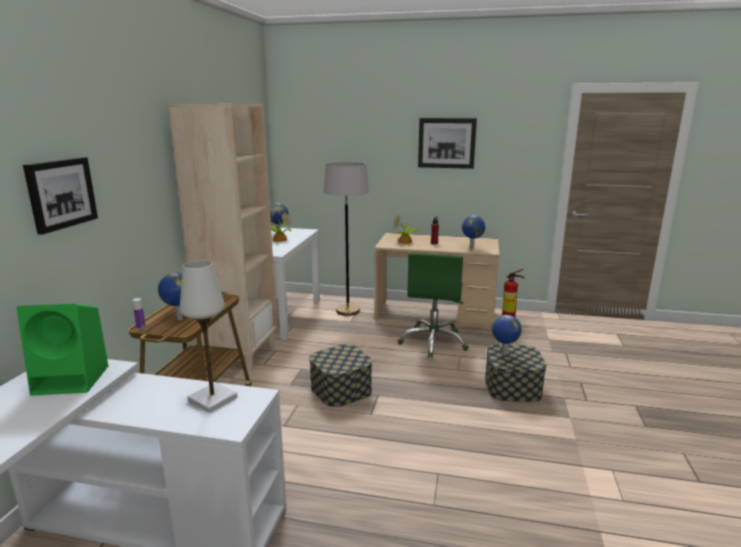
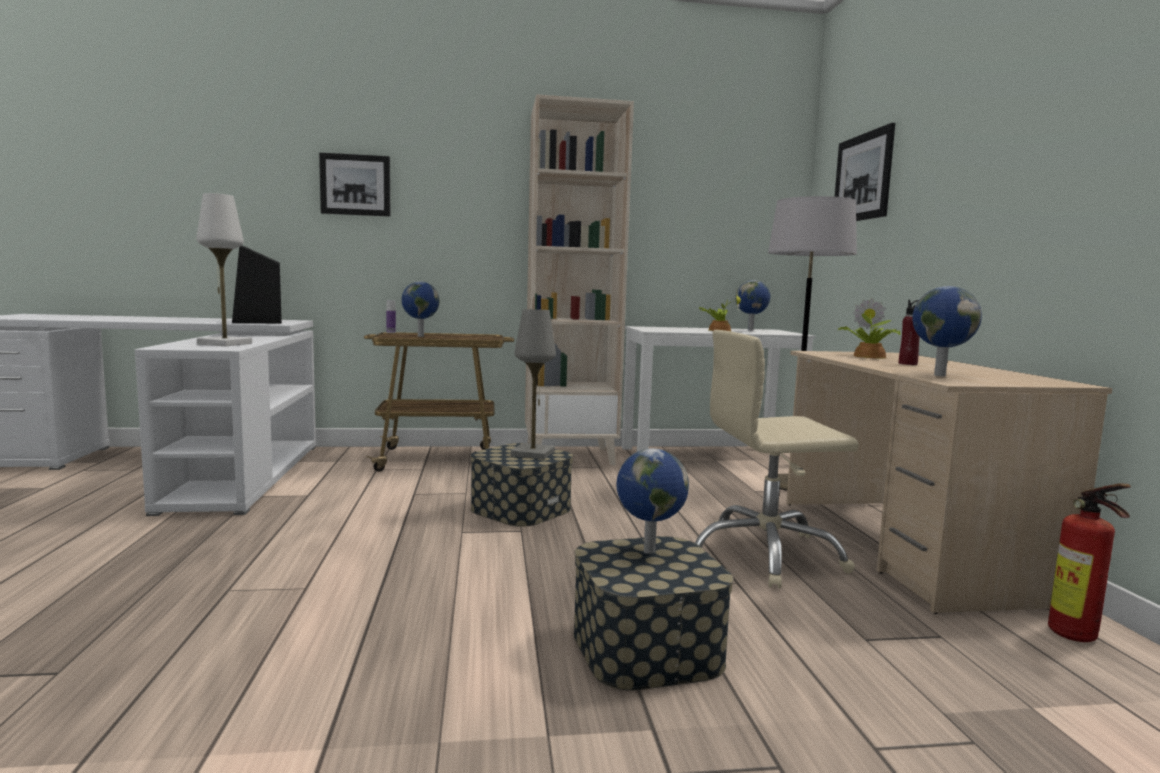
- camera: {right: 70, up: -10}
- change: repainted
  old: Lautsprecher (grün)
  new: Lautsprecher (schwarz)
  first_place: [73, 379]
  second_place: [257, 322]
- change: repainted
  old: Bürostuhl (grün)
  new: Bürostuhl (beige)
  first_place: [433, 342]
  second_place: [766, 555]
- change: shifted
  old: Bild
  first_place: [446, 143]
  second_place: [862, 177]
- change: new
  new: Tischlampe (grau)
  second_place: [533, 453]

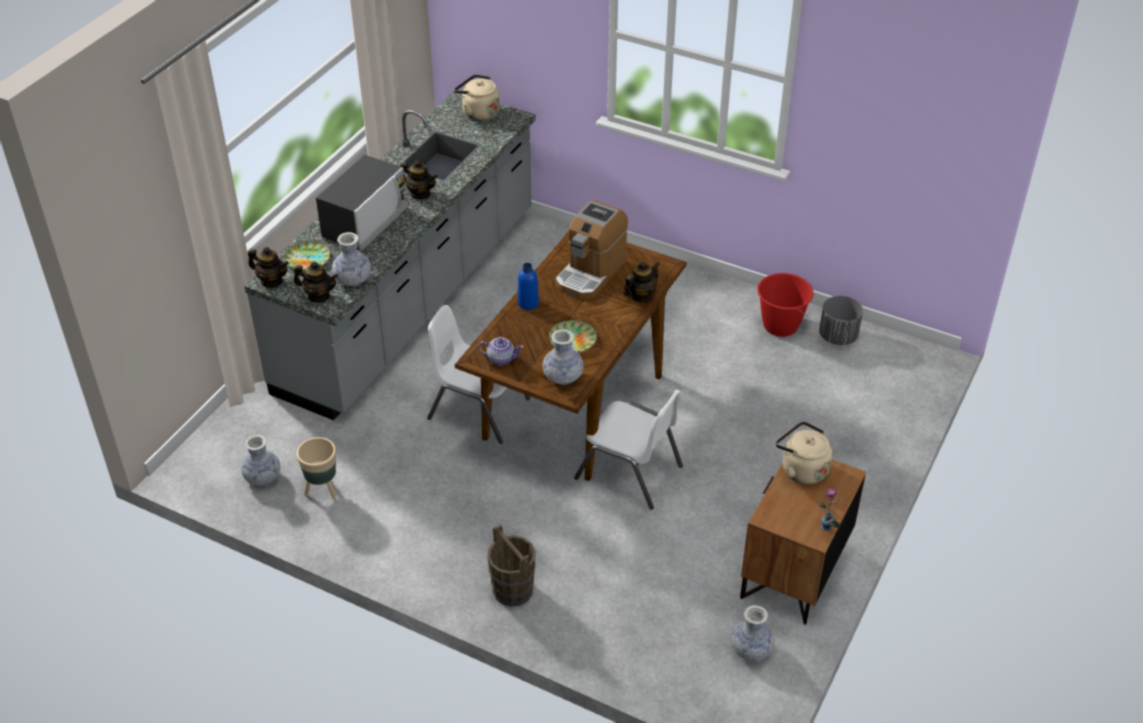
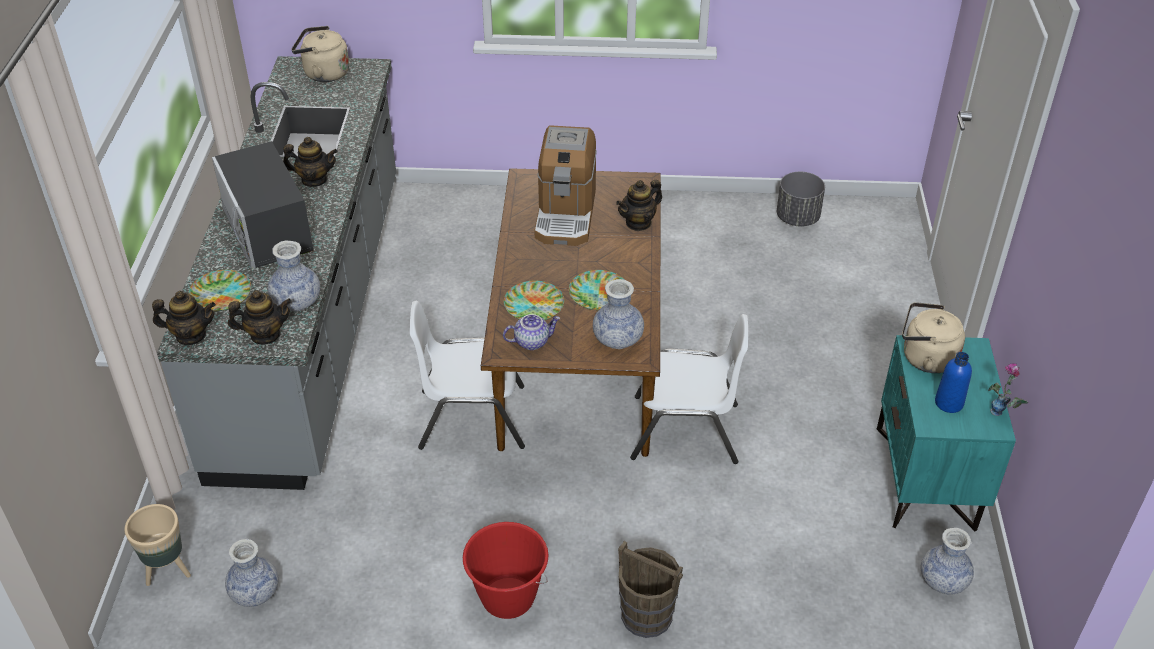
- camera: {right: -25, up: 0}
- change: shifted
  old: Pflanzkübel (beige)
  first_place: [322, 490]
  second_place: [167, 571]
- change: rotated
  old: Mikrowelle
  first_place: [365, 223]
  second_place: [268, 231]
  degrees: 150
- change: shifted
  old: Flasche (blau)
  first_place: [528, 303]
  second_place: [949, 403]
- change: rotated
  old: Teekanne
  first_place: [641, 295]
  second_place: [638, 222]
  degrees: -150
- change: repainted
  old: Nachttisch (braun)
  new: Nachttisch (türkis)
  first_place: [794, 572]
  second_place: [927, 478]
- change: shifted
  old: Eimer (rot)
  first_place: [780, 325]
  second_place: [507, 598]
- change: new
  new: Teller
  second_place: [534, 305]

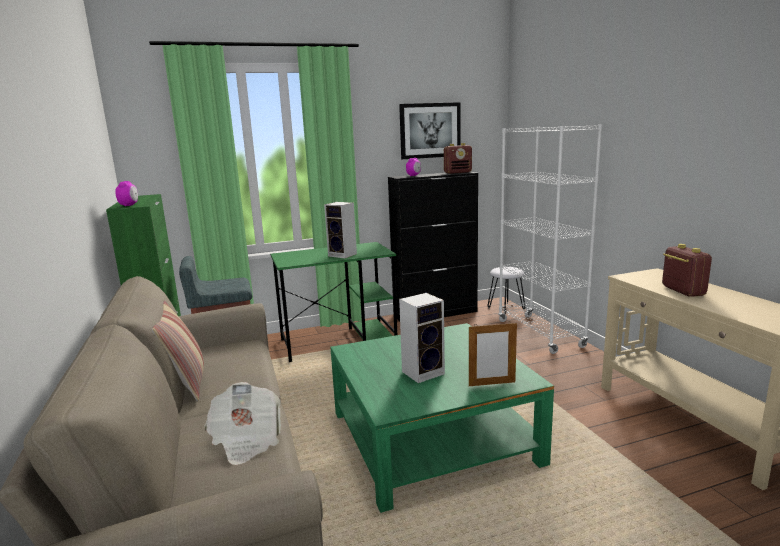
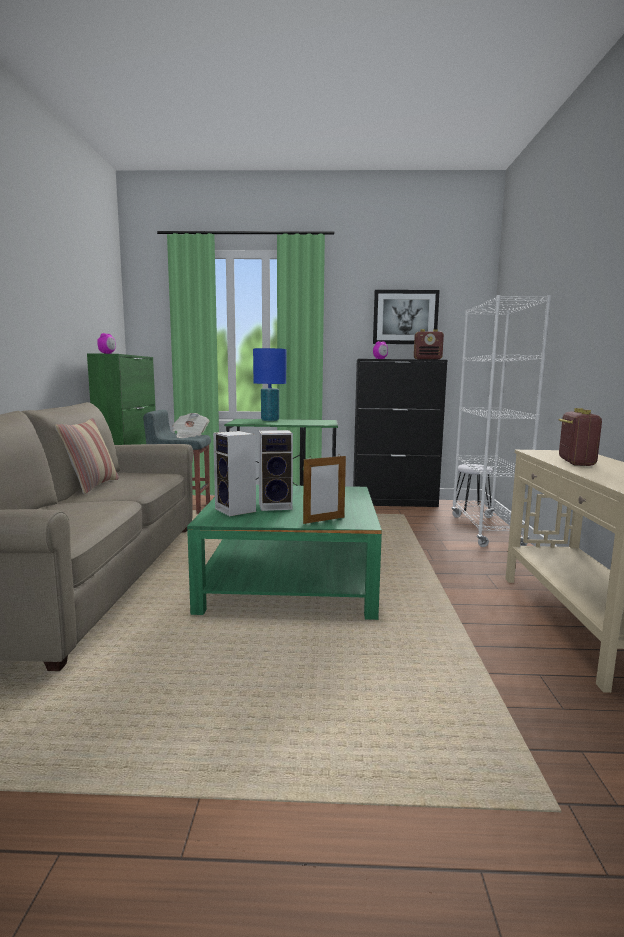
- camera: {right: 20, up: -5}
- change: shifted
  old: Zeitung
  first_place: [246, 440]
  second_place: [190, 436]
- change: shifted
  old: Lautsprecher
  first_place: [343, 255]
  second_place: [237, 510]
- change: rotated
  old: Bilderrahmen
  first_place: [492, 384]
  second_place: [324, 520]
  degrees: -45
- change: new
  new: Tischlampe (blau)
  second_place: [270, 420]

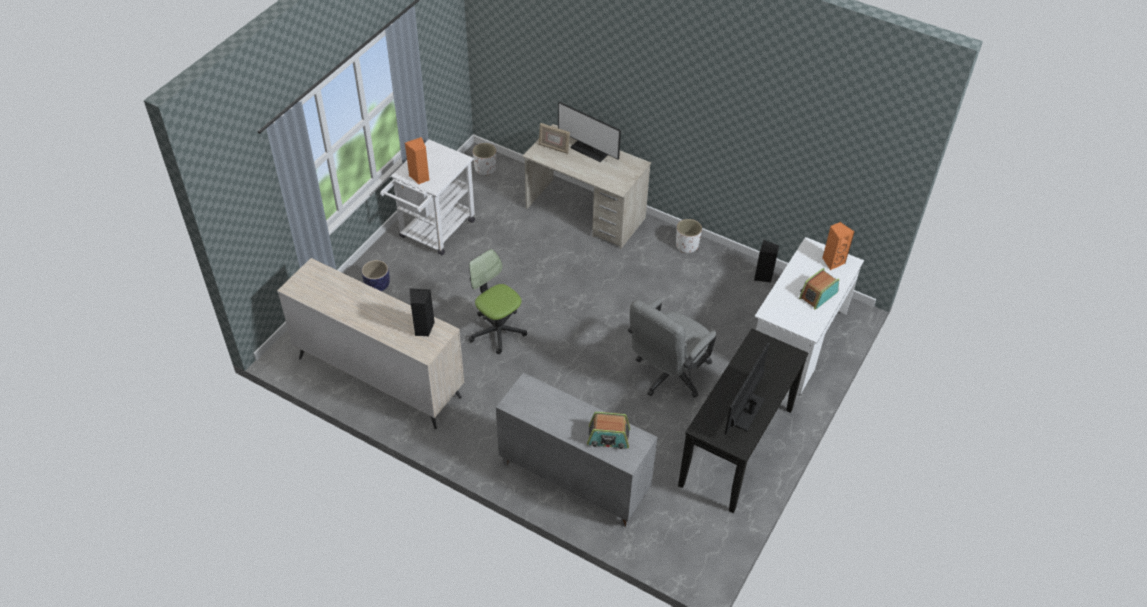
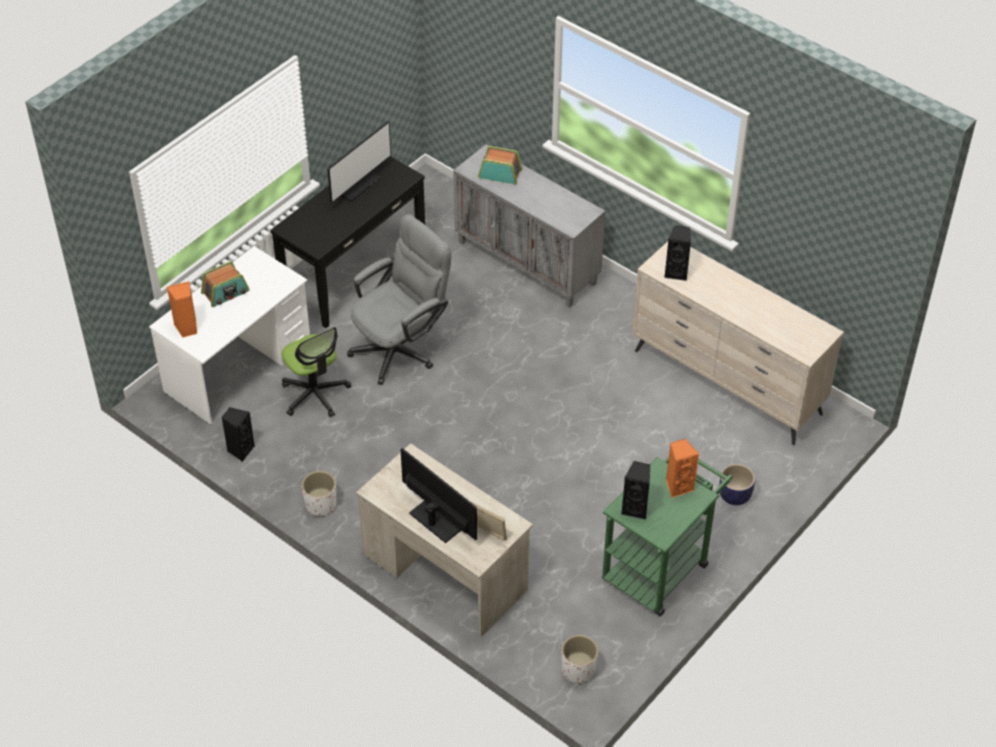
- camera: {right: -170, up: 0}
- change: repainted
  old: Rollwagen (weiß)
  new: Rollwagen (grün)
  first_place: [433, 233]
  second_place: [660, 565]
- change: shifted
  old: Bürostuhl
  first_place: [497, 330]
  second_place: [315, 394]
- change: new
  new: Lautsprecher (schwarz)
  second_place: [636, 508]

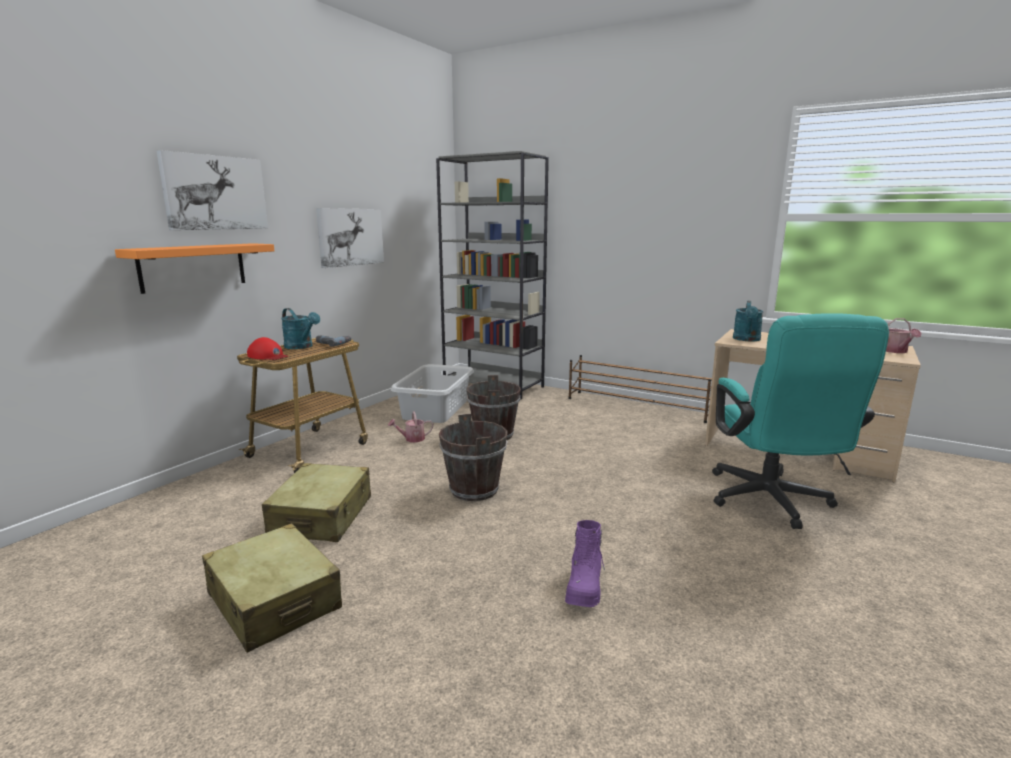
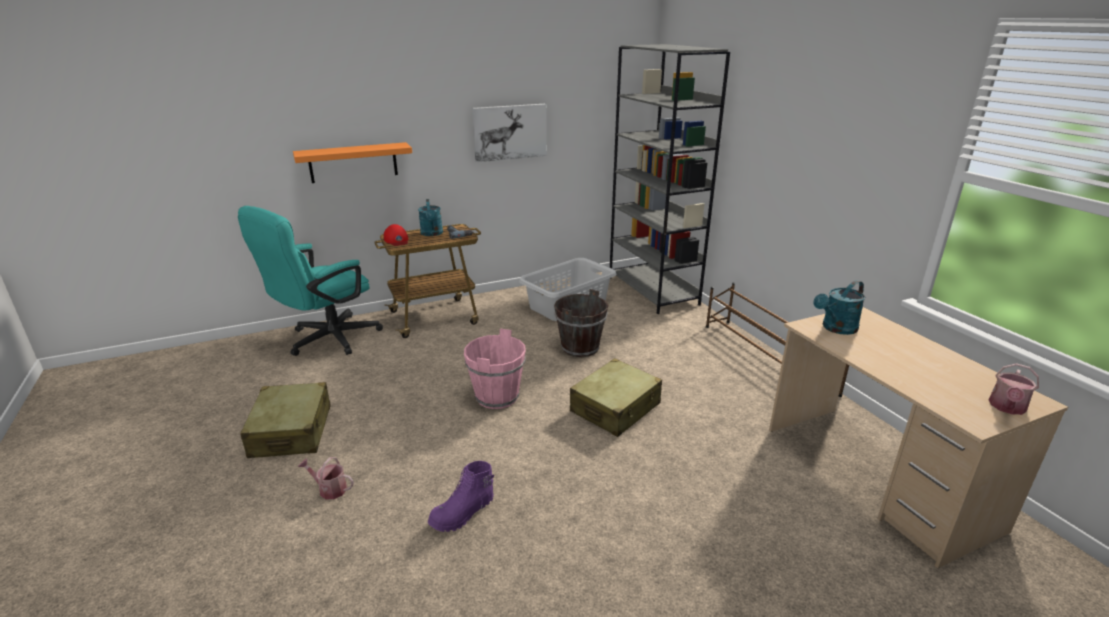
- camera: {right: 35, up: 10}
- change: gone
  old: Bild
  first_place: [215, 193]
- change: shifted
  old: Koffer (beige)
  first_place: [322, 516]
  second_place: [615, 408]
- change: shifted
  old: Gießkanne
  first_place: [412, 439]
  second_place: [329, 489]
- change: repainted
  old: Eimer (braun)
  new: Eimer (rosa)
  first_place: [473, 490]
  second_place: [496, 396]
- change: shifted
  old: Bürostuhl (türkis)
  first_place: [772, 503]
  second_place: [326, 340]

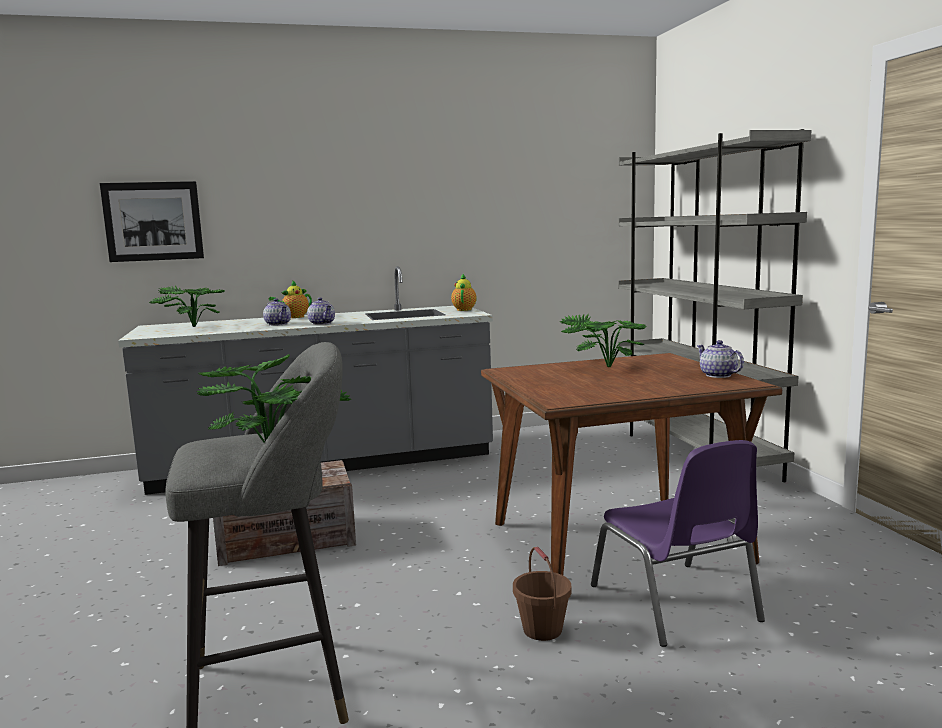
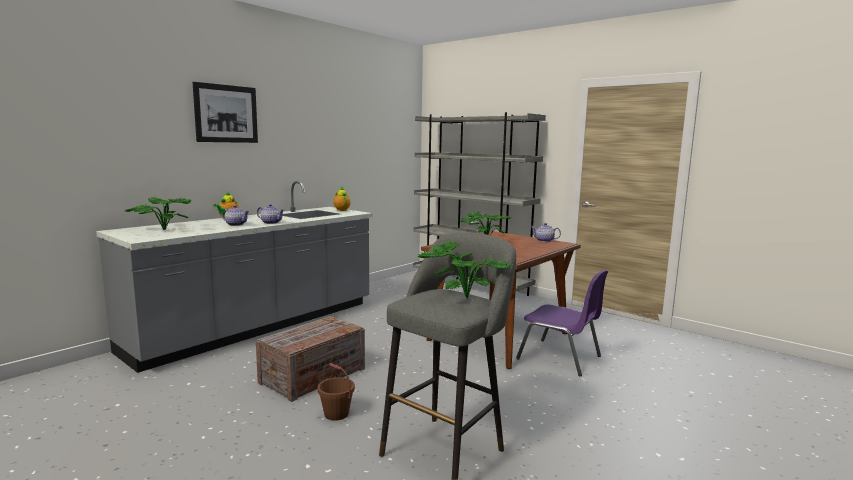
- camera: {right: -35, up: 0}
- change: shifted
  old: Bild
  first_place: [153, 221]
  second_place: [226, 114]
- change: shifted
  old: Eimer (braun)
  first_place: [542, 629]
  second_place: [336, 414]

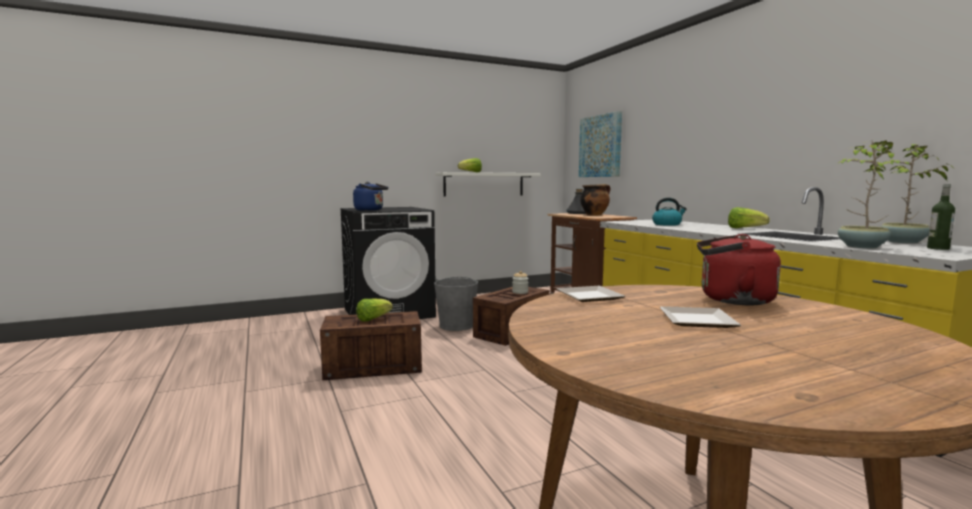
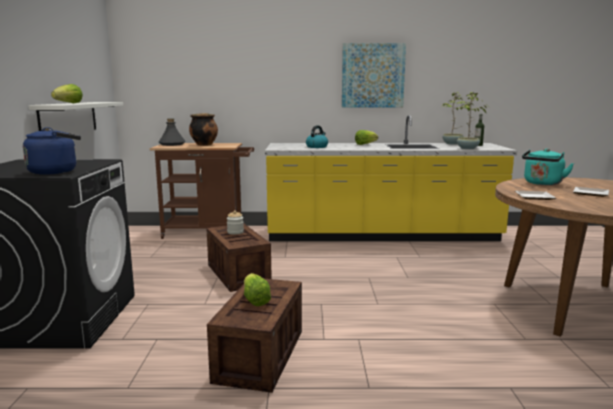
- camera: {right: -65, up: 5}
- change: gone
  old: Eimer (grau)
  first_place: [456, 325]
- change: shifted
  old: Bild
  first_place: [600, 146]
  second_place: [373, 75]
- change: repainted
  old: Wasserkessel (rot)
  new: Wasserkessel (türkis)
  first_place: [731, 300]
  second_place: [542, 183]

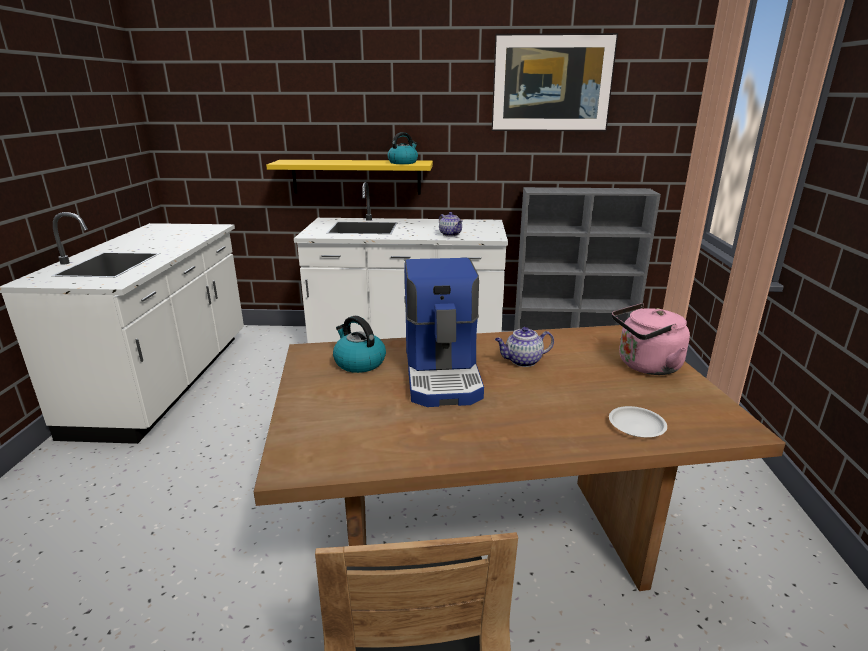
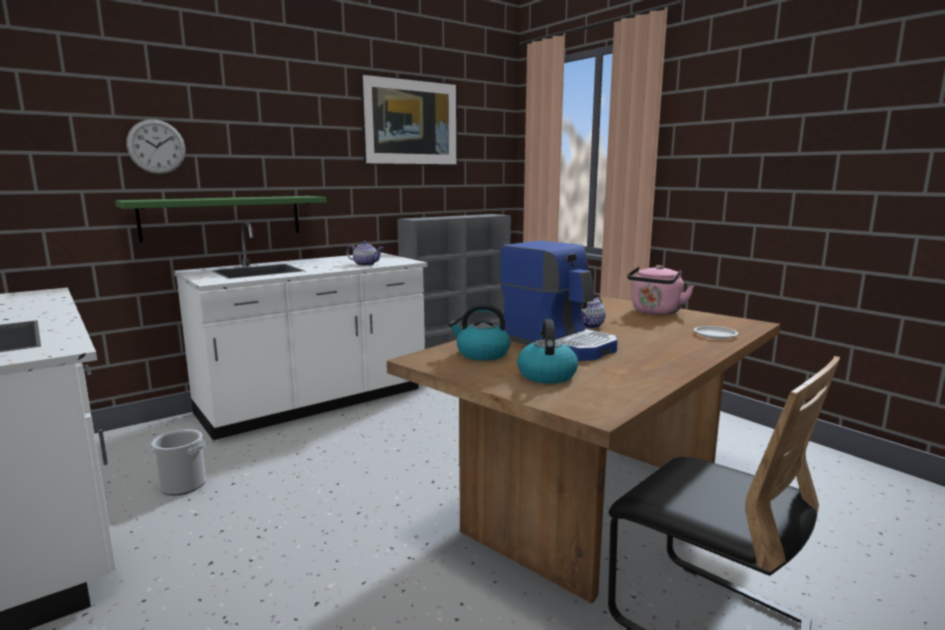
- camera: {right: -40, up: -10}
- change: repainted
  old: Wandregal (gelb)
  new: Wandregal (grün)
  first_place: [356, 177]
  second_place: [222, 217]
- change: shifted
  old: Wasserkessel
  first_place: [403, 162]
  second_place: [546, 375]
- change: new
  new: Wanduhr
  second_place: [156, 146]
- change: new
  new: Eimer
  second_place: [183, 485]

